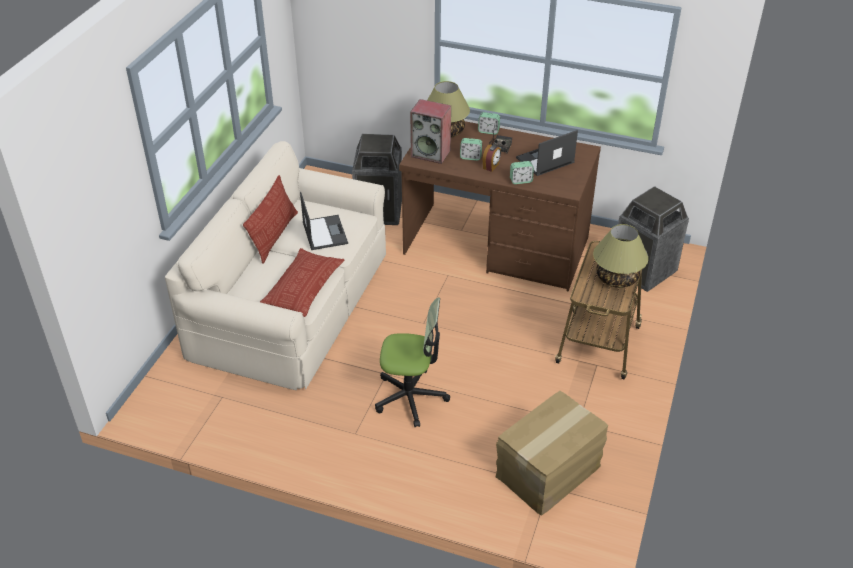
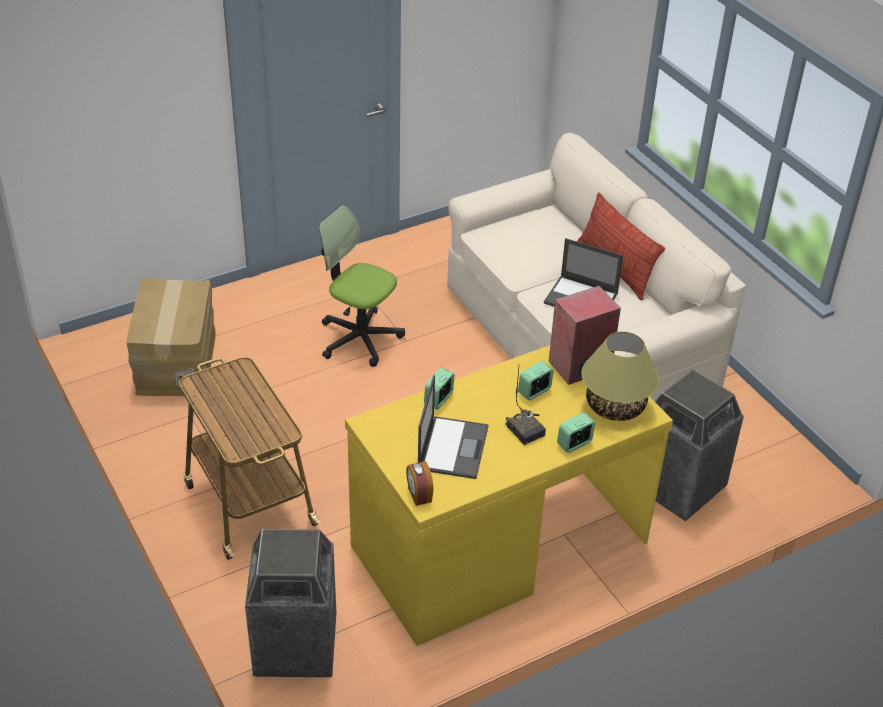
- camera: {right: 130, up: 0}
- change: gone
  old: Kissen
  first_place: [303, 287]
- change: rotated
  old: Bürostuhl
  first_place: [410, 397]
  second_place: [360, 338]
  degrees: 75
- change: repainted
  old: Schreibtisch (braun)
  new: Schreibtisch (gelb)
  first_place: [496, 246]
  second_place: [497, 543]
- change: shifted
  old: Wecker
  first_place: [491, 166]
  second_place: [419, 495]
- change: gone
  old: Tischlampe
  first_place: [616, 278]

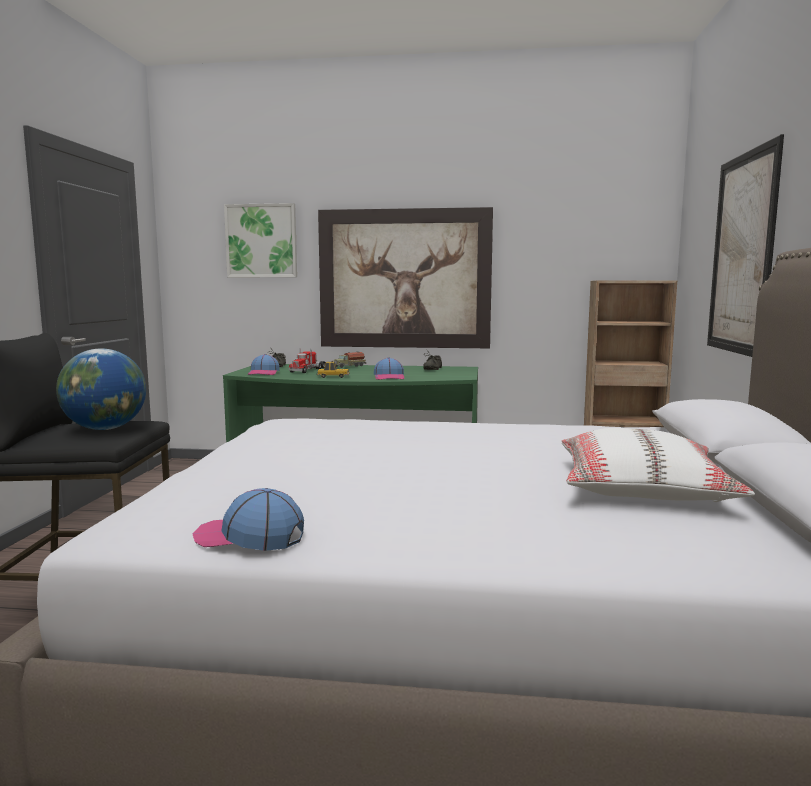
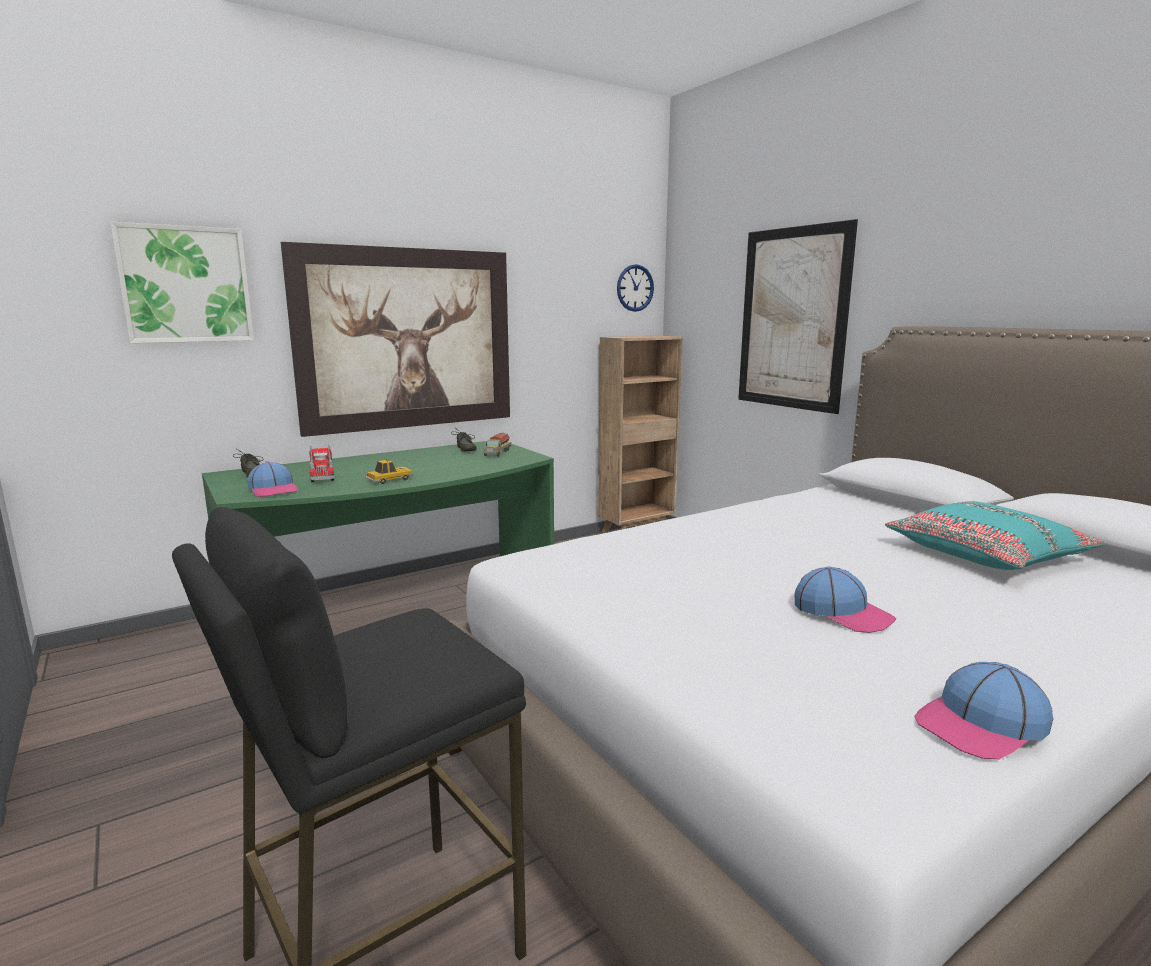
- camera: {right: -40, up: 5}
- change: gone
  old: Globus
  first_place: [105, 429]
- change: shifted
  old: Spielzeuglaster
  first_place: [349, 366]
  second_place: [497, 453]
- change: shifted
  old: Kappe
  first_place: [389, 377]
  second_place: [843, 613]
- change: repainted
  old: Kissen (weiß)
  new: Kissen (türkis)
  first_place: [642, 488]
  second_place: [986, 554]
- change: new
  new: Wanduhr
  second_place: [635, 288]

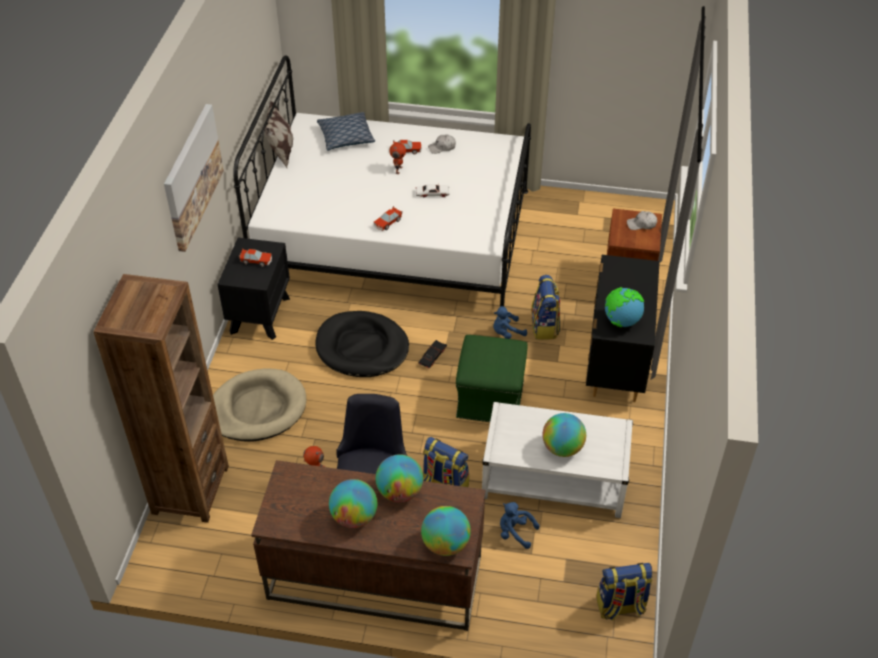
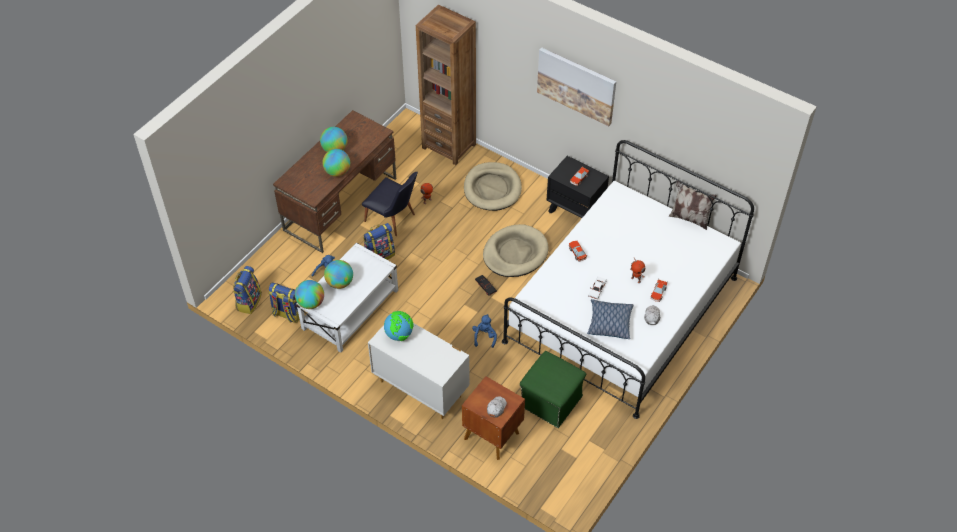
- camera: {right: 115, up: 5}
- change: repainted
  old: Hundebett (schwarz)
  new: Hundebett (beige)
  first_place: [362, 347]
  second_place: [515, 253]
- change: shifted
  old: Kissen
  first_place: [346, 137]
  second_place: [609, 323]
- change: shifted
  old: Globus
  first_place: [445, 544]
  second_place: [311, 303]
- change: shifted
  old: Polsterhocker (grün)
  first_place: [490, 398]
  second_place: [551, 401]
- change: shifted
  old: Rucksack
  first_place: [545, 326]
  second_place: [287, 314]
- change: repainted
  old: Kommode (schwarz)
  new: Kommode (weiß)
  first_place: [616, 362]
  second_place: [420, 388]

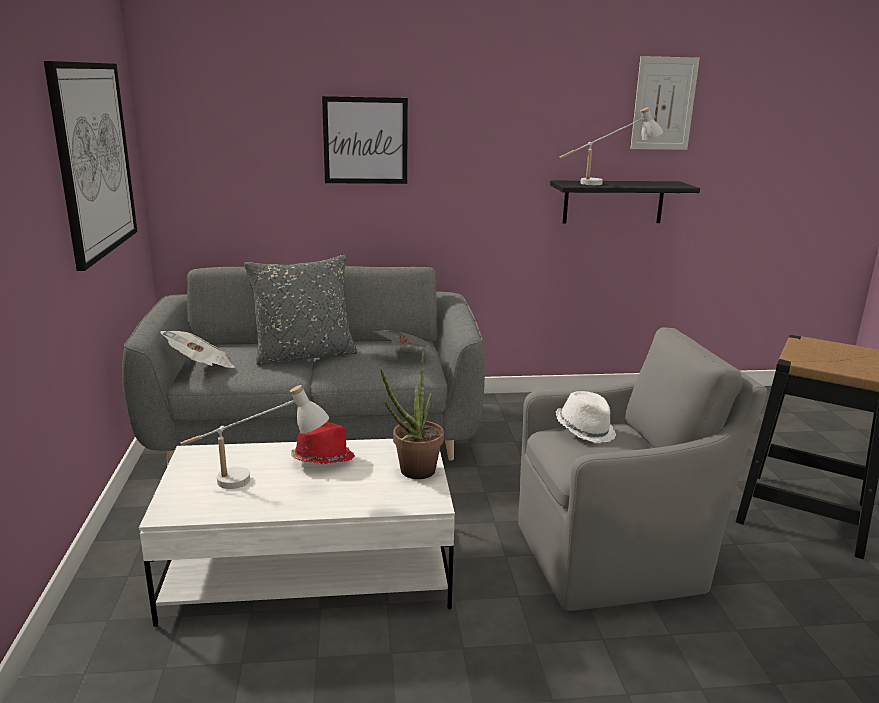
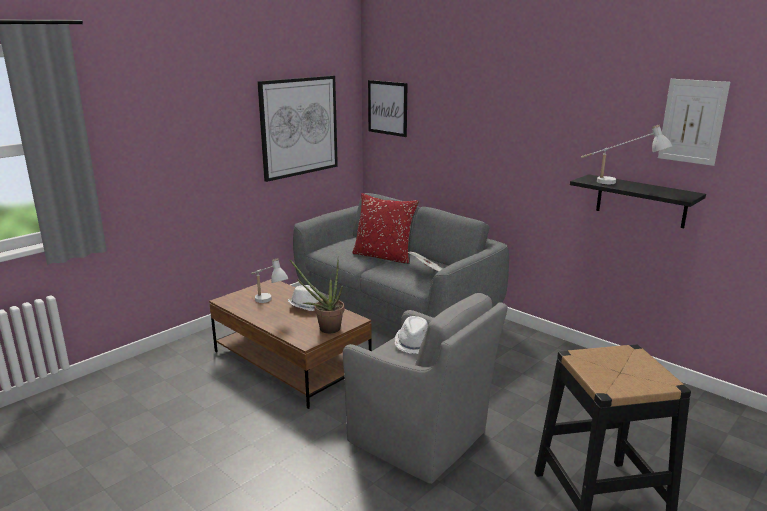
- camera: {right: 50, up: 0}
- change: repainted
  old: Couchtisch (weiß)
  new: Couchtisch (braun)
  first_place: [310, 568]
  second_place: [291, 362]
- change: gone
  old: Zeitung
  first_place: [201, 366]
- change: repainted
  old: Kissen (grau)
  new: Kissen (rot)
  first_place: [304, 355]
  second_place: [384, 256]
- change: repainted
  old: Hut (rot)
  new: Hut (weiß)
  first_place: [322, 459]
  second_place: [306, 306]
- change: shifted
  old: Bild
  first_place: [365, 140]
  second_place: [387, 108]

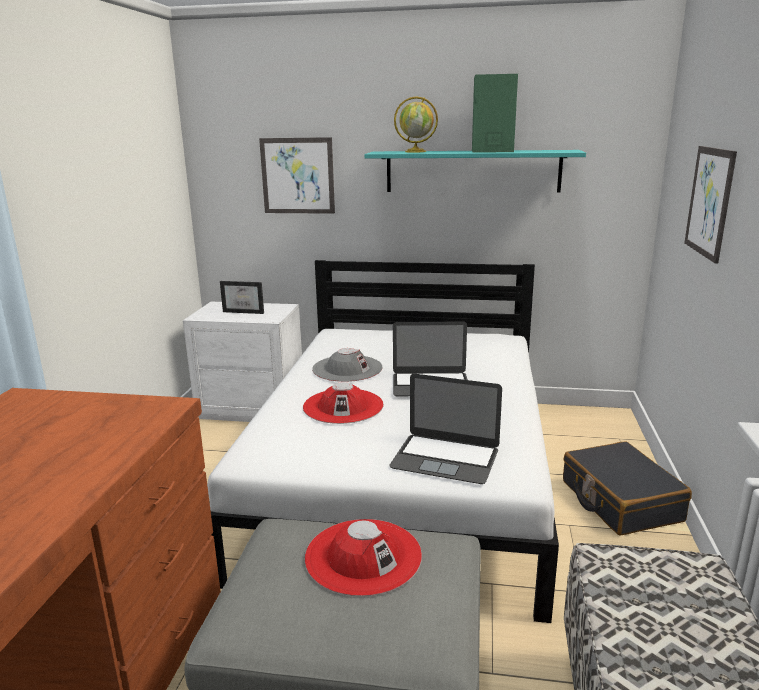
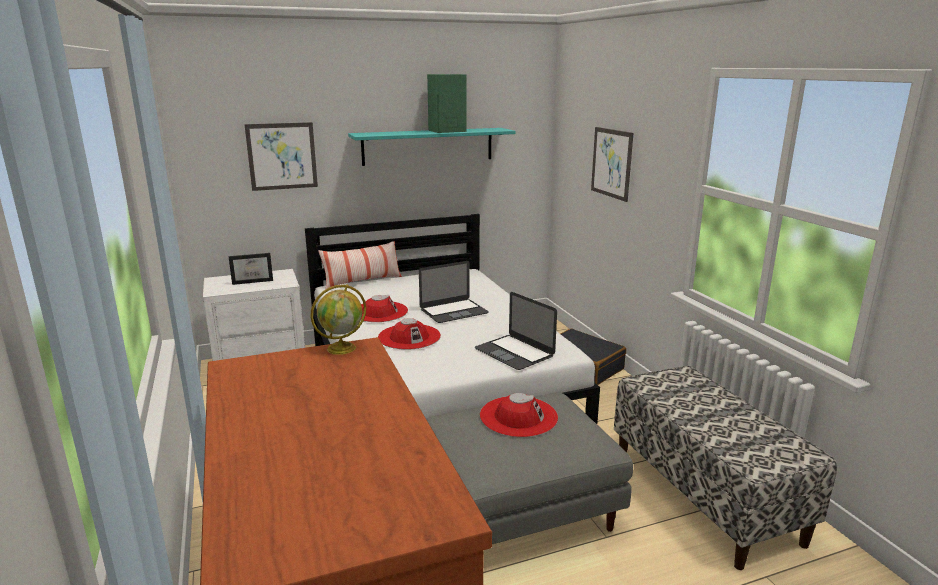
- camera: {right: -30, up: 0}
- change: repainted
  old: Hut (grau)
  new: Hut (rot)
  first_place: [347, 368]
  second_place: [379, 312]
- change: rotated
  old: Laptop
  first_place: [445, 458]
  second_place: [514, 352]
  degrees: 60
- change: shifted
  old: Globus
  first_place: [416, 151]
  second_place: [342, 348]
- change: new
  new: Kissen
  second_place: [362, 281]

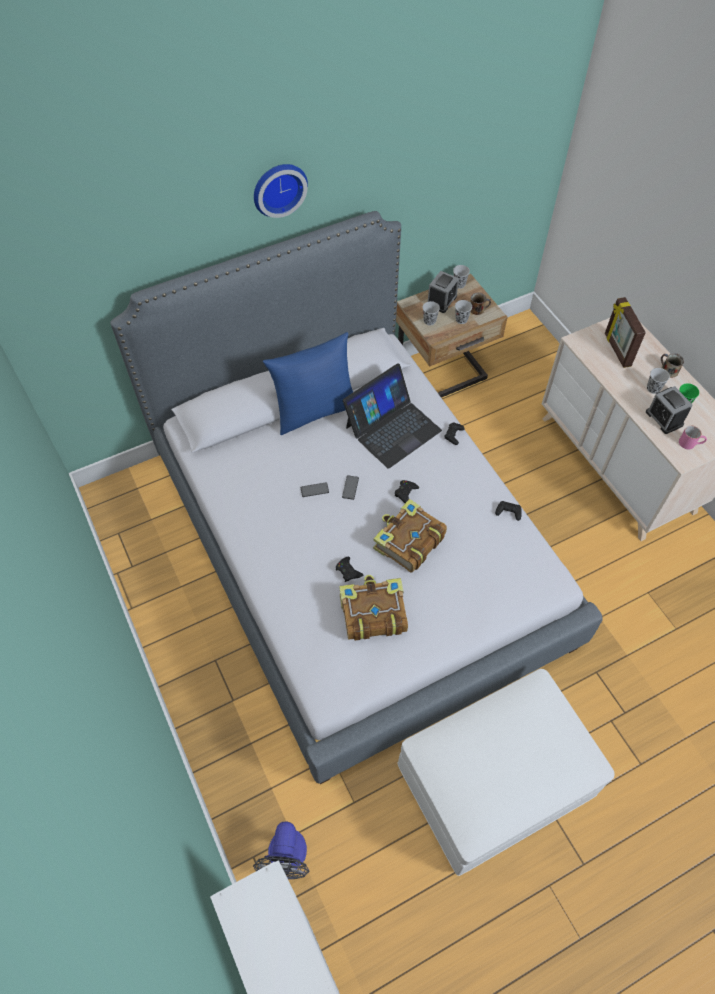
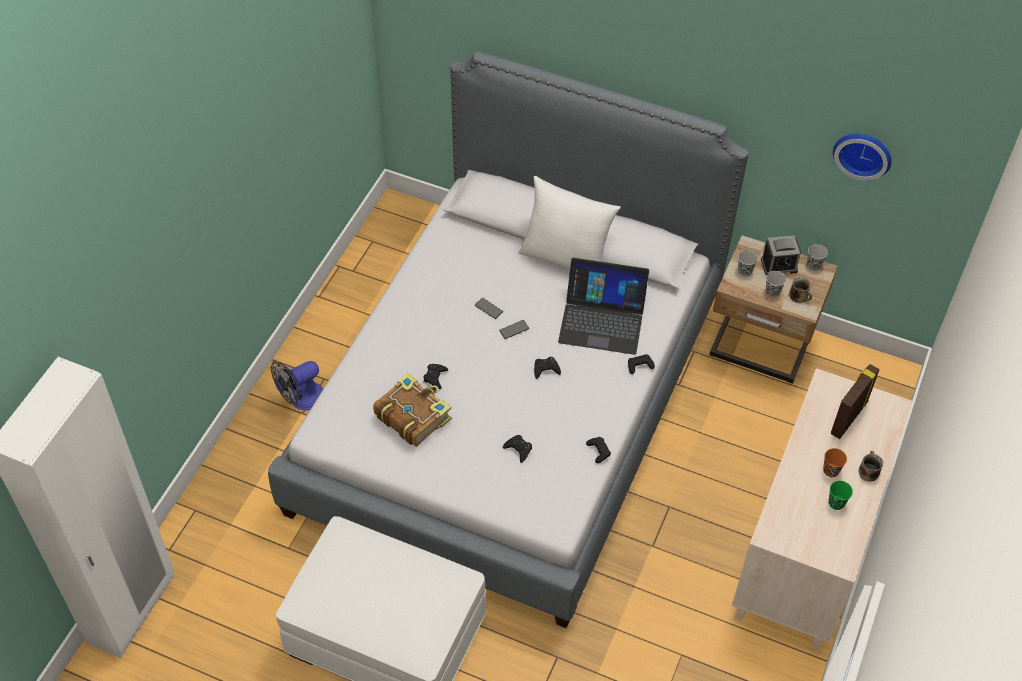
- camera: {right: 50, up: -5}
- change: shifted
  old: Ventilator
  first_place: [286, 858]
  second_place: [301, 399]
- change: shifted
  old: Wanduhr
  first_place: [278, 188]
  second_place: [863, 153]
- change: repainted
  old: Kissen (blau)
  new: Kissen (weiß)
  first_place: [315, 410]
  second_place: [566, 259]
- change: gone
  old: Buch
  first_place: [408, 542]
- change: gone
  old: Wecker
  first_place: [664, 418]
- change: repainted
  old: Tasse (schwarz)
  new: Tasse (orange)
  first_place: [653, 388]
  second_place: [831, 471]
- change: gone
  old: Henkelbecher (rosa)
  first_place: [690, 443]
- change: new
  new: Gamepad (schwarz)
  second_place: [518, 449]

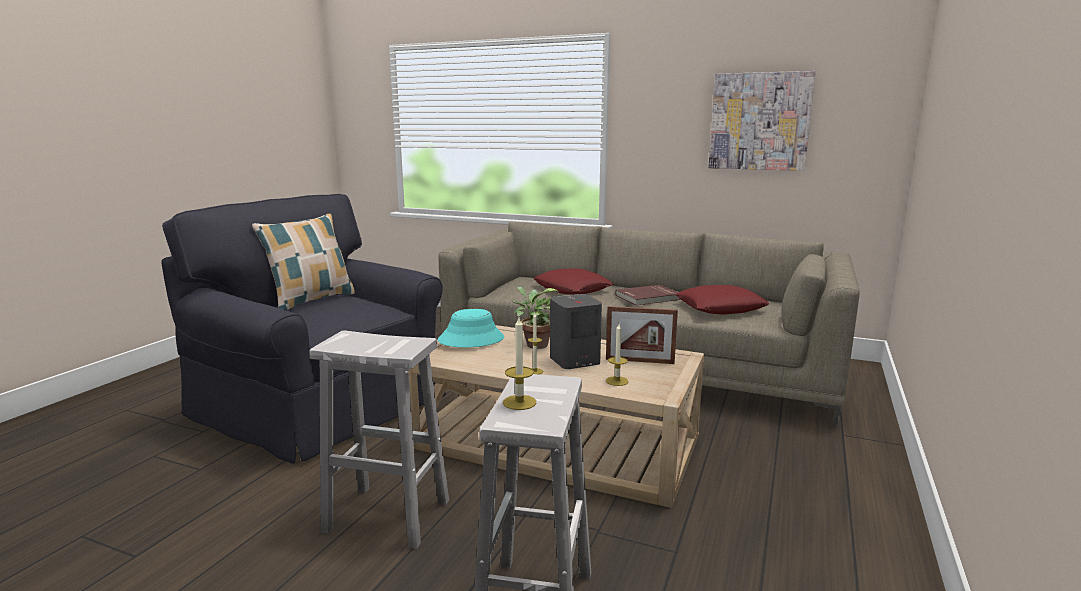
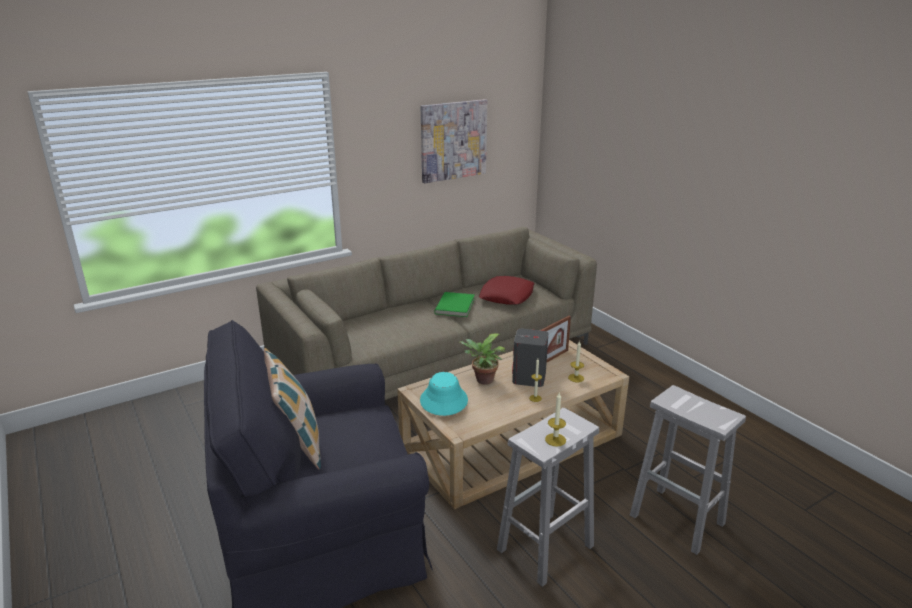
- camera: {right: -55, up: 10}
- change: shifted
  old: Kerze
  first_place: [519, 402]
  second_place: [555, 440]
- change: gone
  old: Kissen (rot)
  first_place: [572, 289]
- change: repainted
  old: Buch (rot)
  new: Buch (grün)
  first_place: [648, 297]
  second_place: [456, 306]

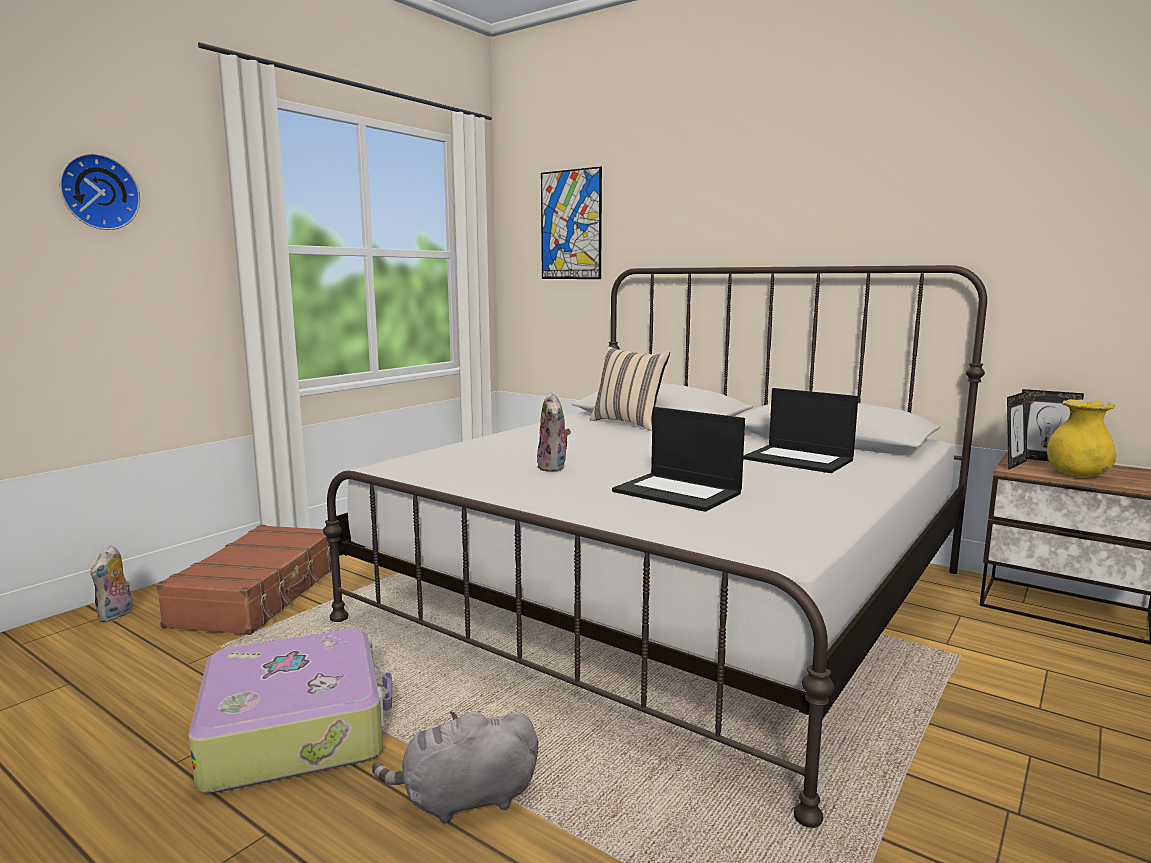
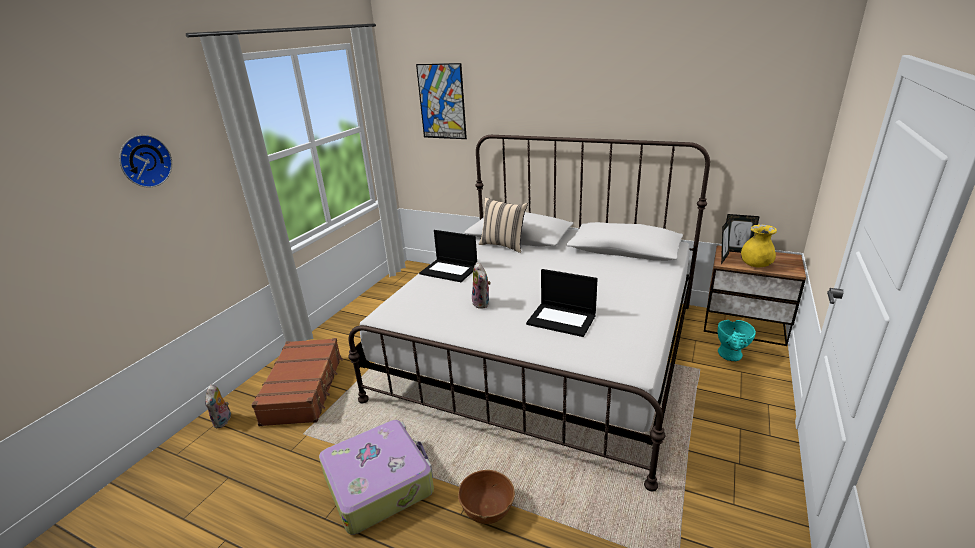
- camera: {right: -10, up: 15}
- change: swapped
  old: Plüschtier (grau)
  new: Schüssel (braun)
  first_place: [464, 799]
  second_place: [487, 509]
- change: shifted
  old: Laptop
  first_place: [800, 459]
  second_place: [449, 270]
- change: new
  new: Vase (türkis)
  second_place: [731, 357]

